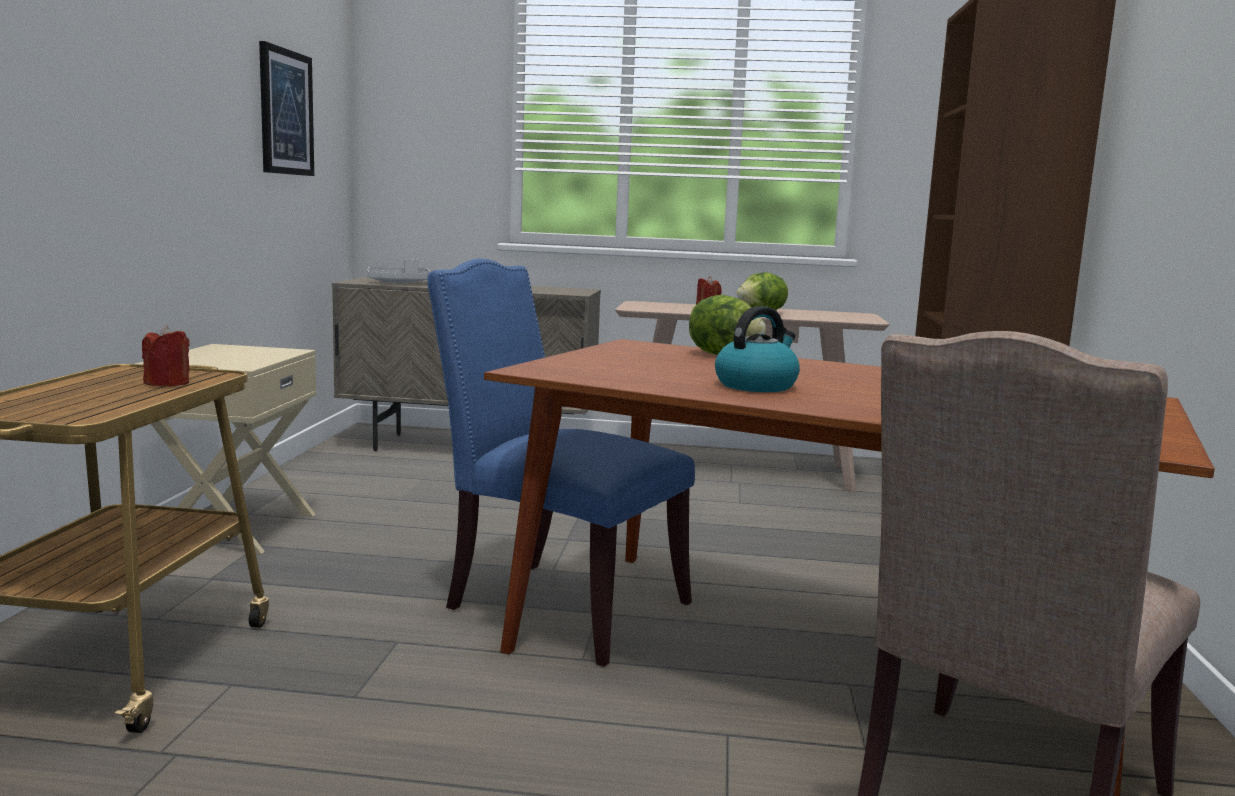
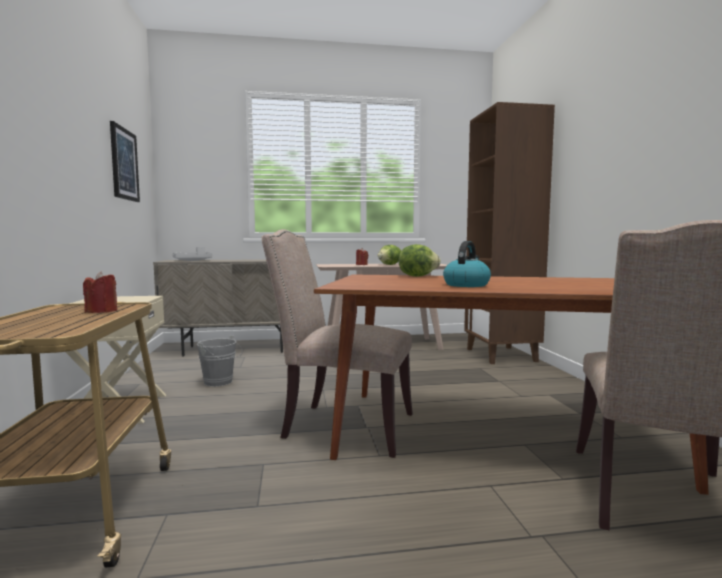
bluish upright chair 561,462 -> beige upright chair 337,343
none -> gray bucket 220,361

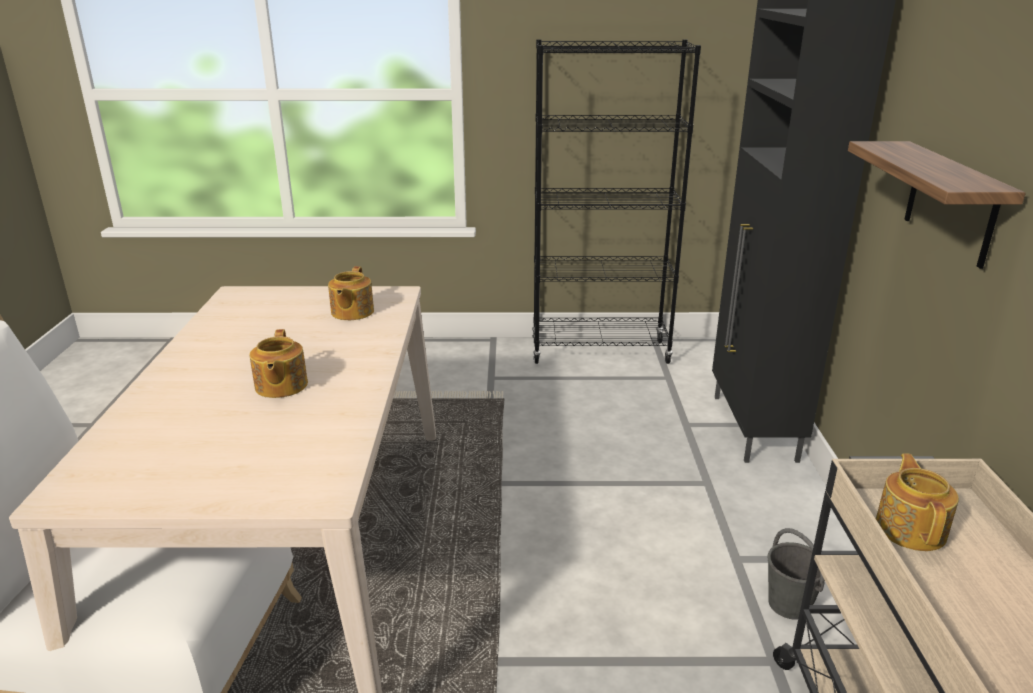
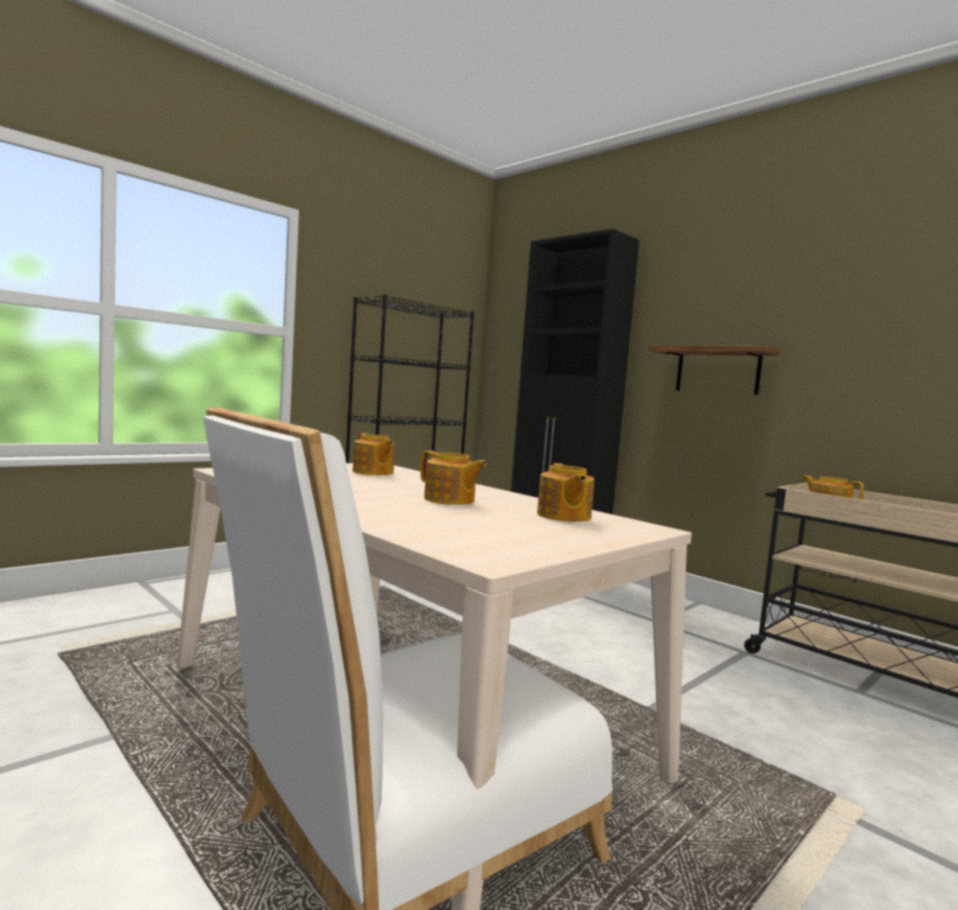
gray bucket 796,574 -> none
none -> tea pot 565,492

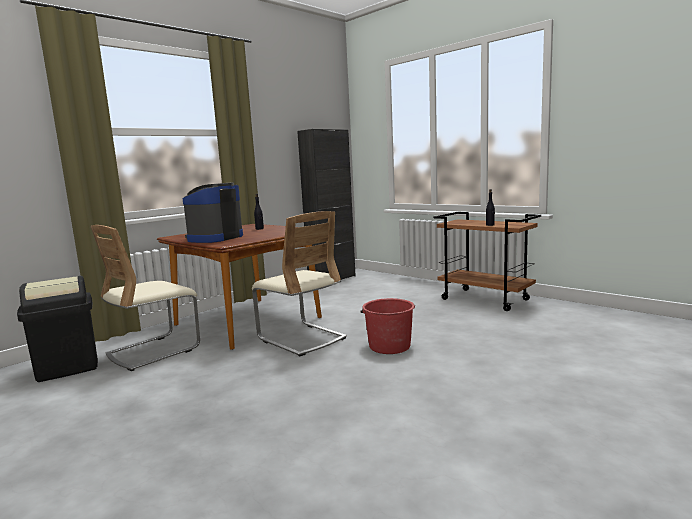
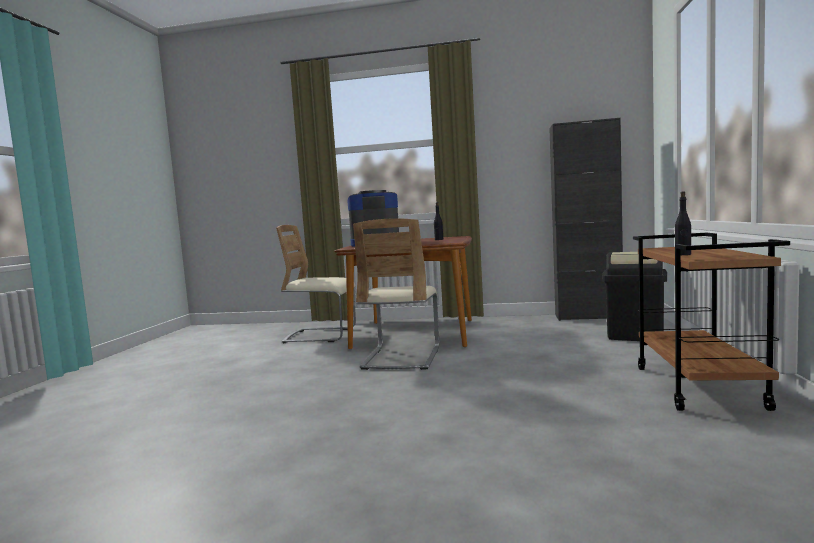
black-coloured trash can 57,329 -> black-coloured trash can 634,296, move
reddish bucket 387,326 -> none

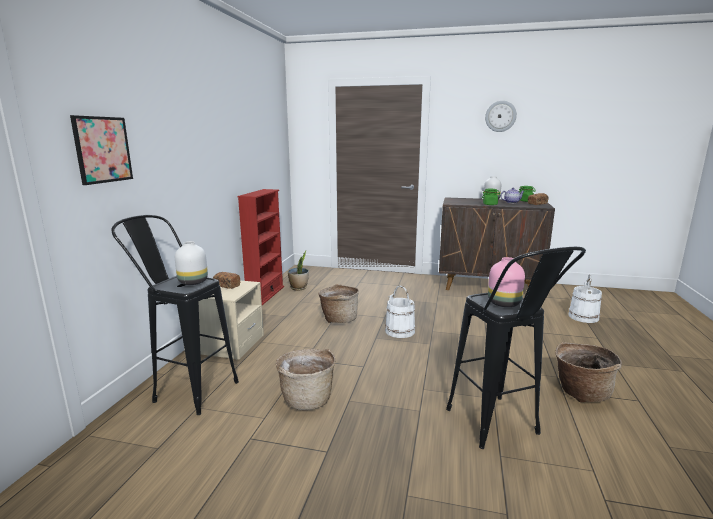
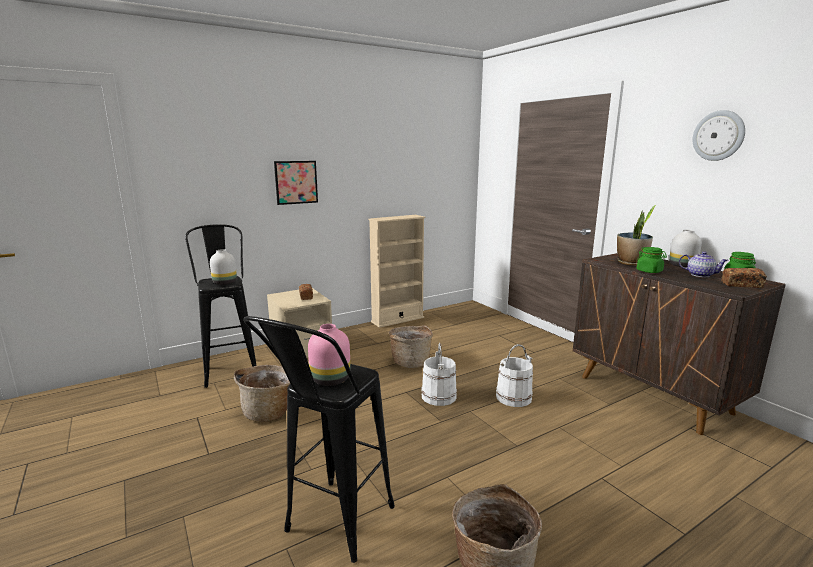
wall art 101,150 -> wall art 296,183, move
reddish bookcase 261,247 -> beige bookcase 397,271
houseplant 298,270 -> houseplant 636,235, move
white bucket 585,298 -> white bucket 514,375, move

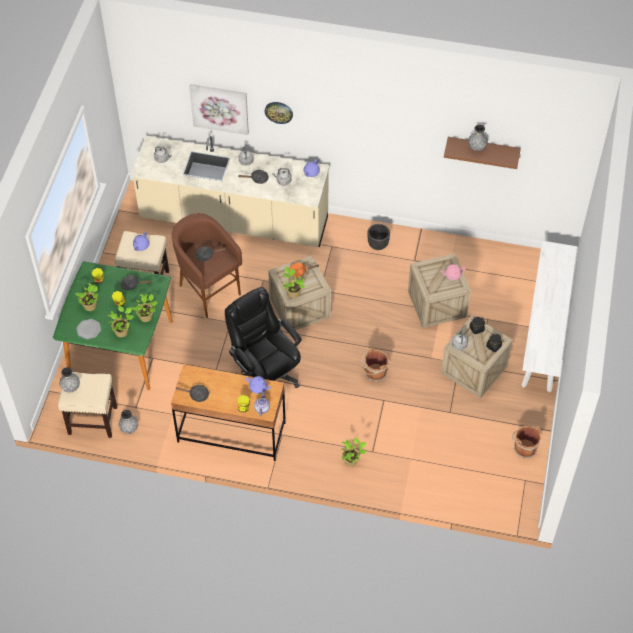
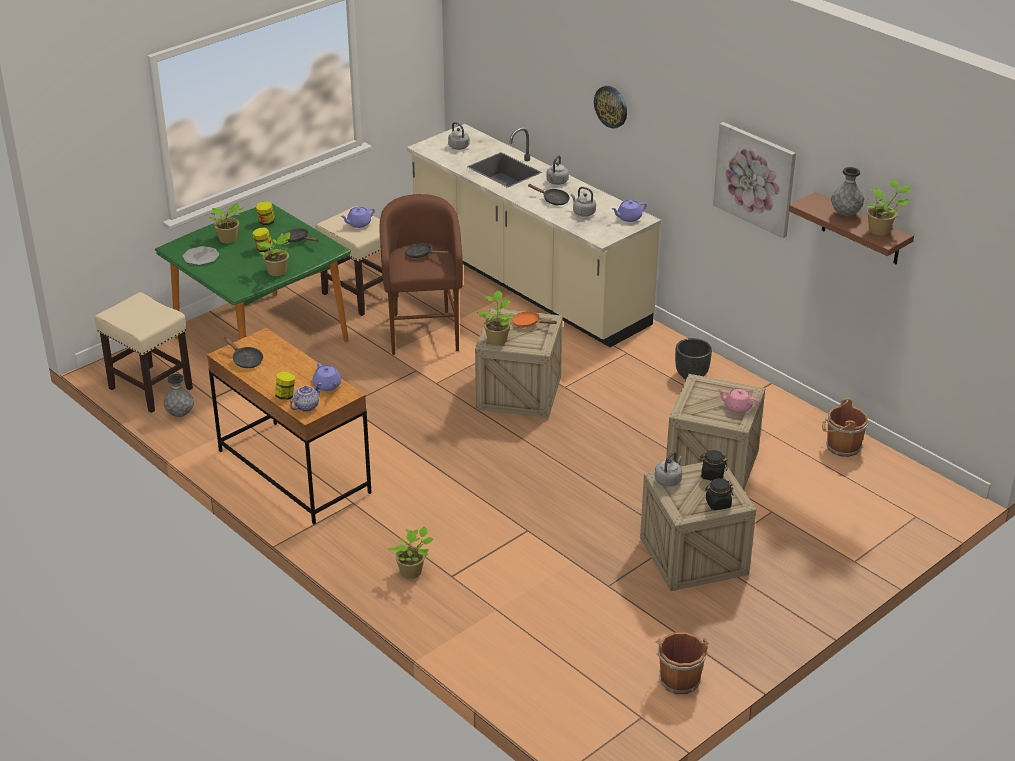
wall art 219,109 -> wall art 754,180, move
white long seat 549,317 -> none
black-coloured computer chair 263,337 -> none
houseplant 120,321 -> houseplant 888,208, move
brown-coloured bucket 376,364 -> brown-coloured bucket 845,427, move
gray decorative vase 69,380 -> none

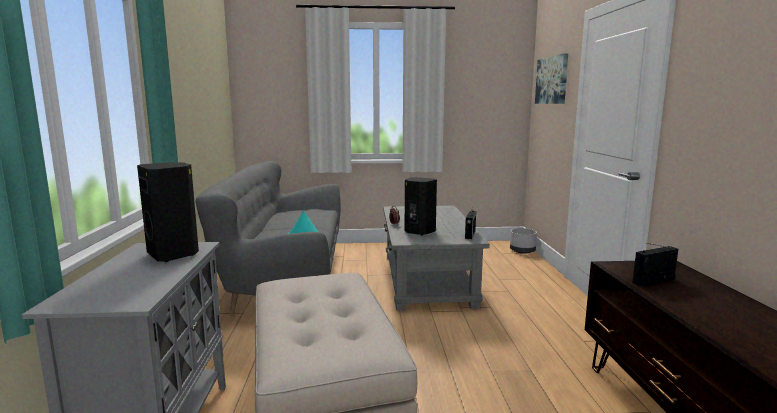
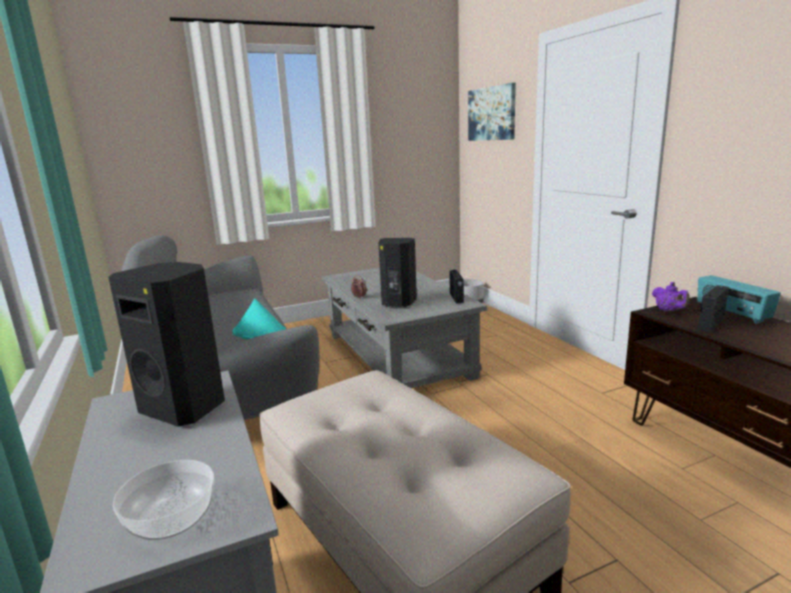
none -> radio 739,299
none -> purple-coloured tea pot 671,297
none -> bowl 163,500

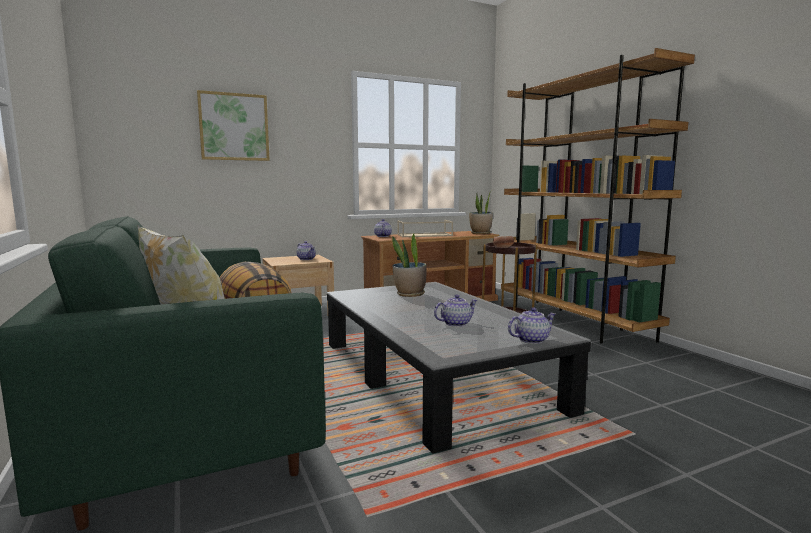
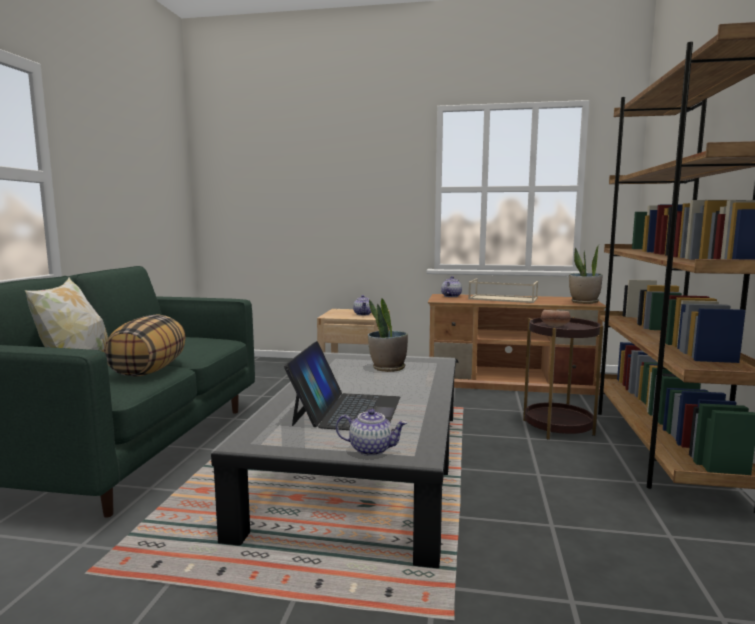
wall art 233,125 -> none
tea pot 456,310 -> notebook computer 342,385

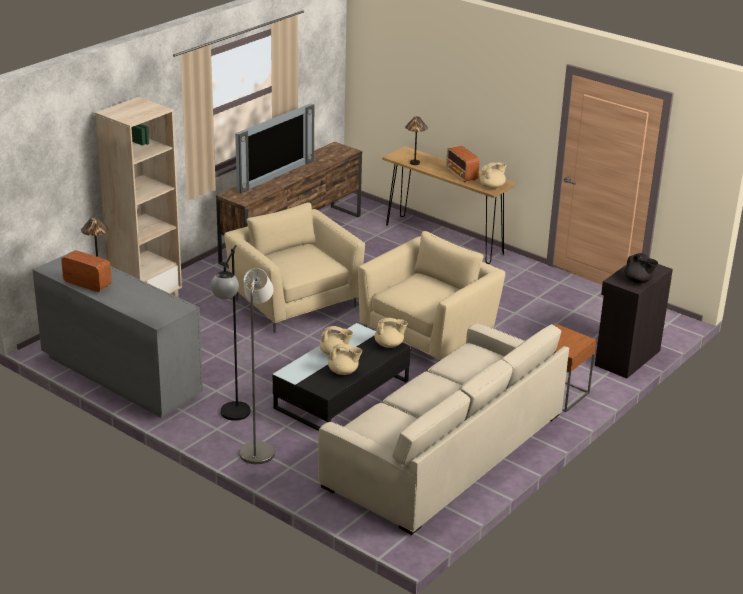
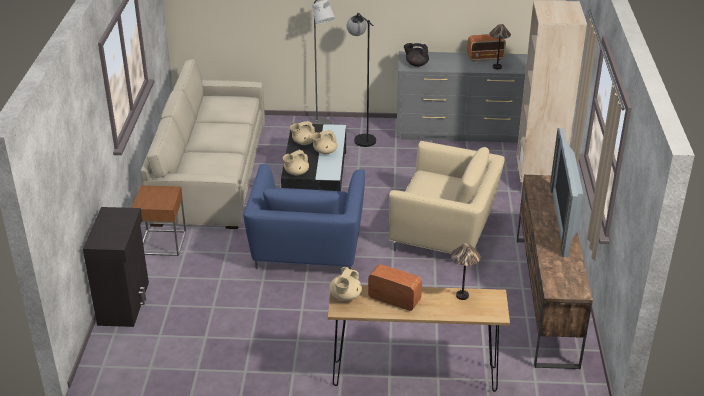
beige easy chair 431,296 -> bluish easy chair 304,219
black-coloured tea pot 641,268 -> black-coloured tea pot 416,55, move

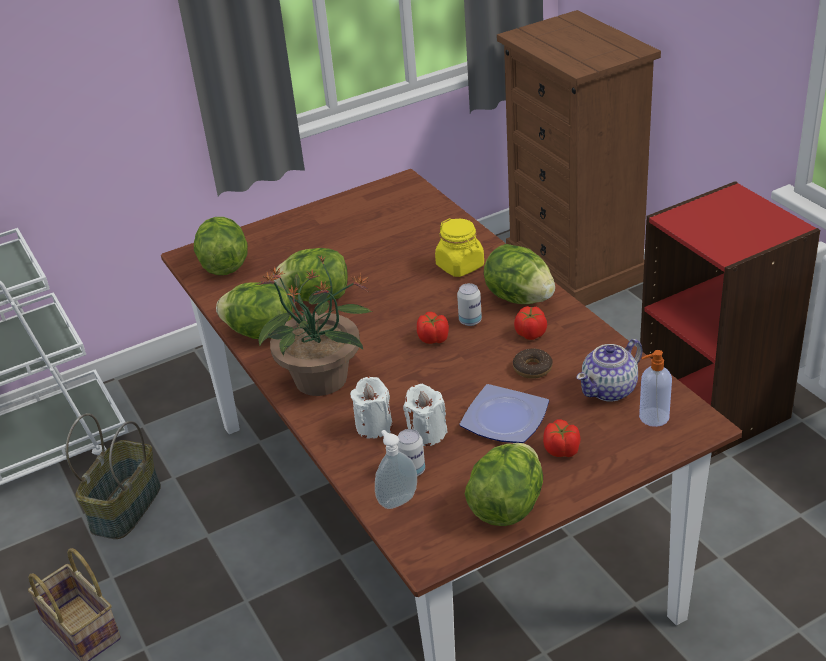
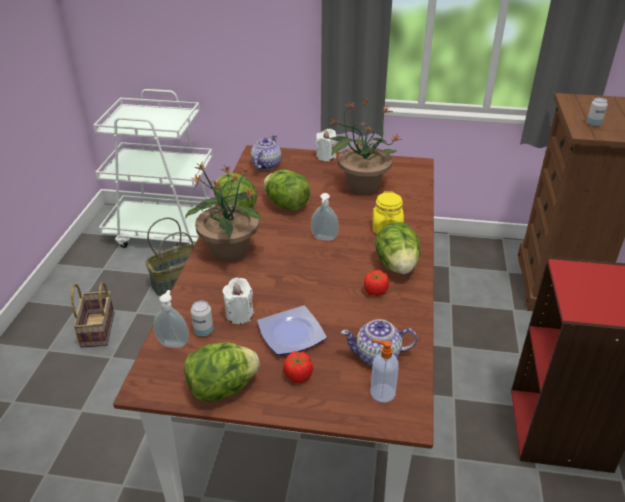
head of lettuce 221,246 -> tea pot 266,152
sealed can 469,304 -> sealed can 597,112, move
tomato 433,328 -> none
doughnut 533,364 -> none
white candle 371,408 -> white candle 326,145, move
none -> houseplant 366,146
none -> soap bottle 325,217

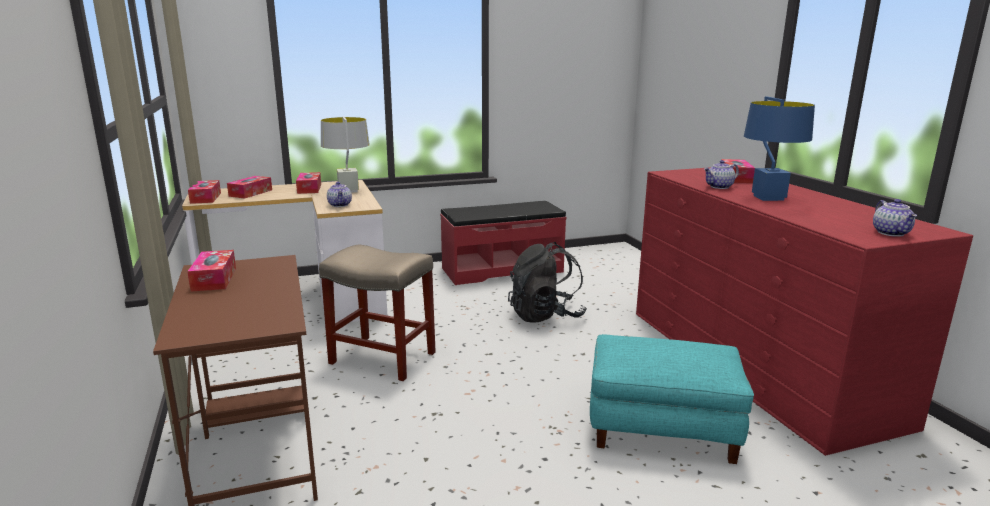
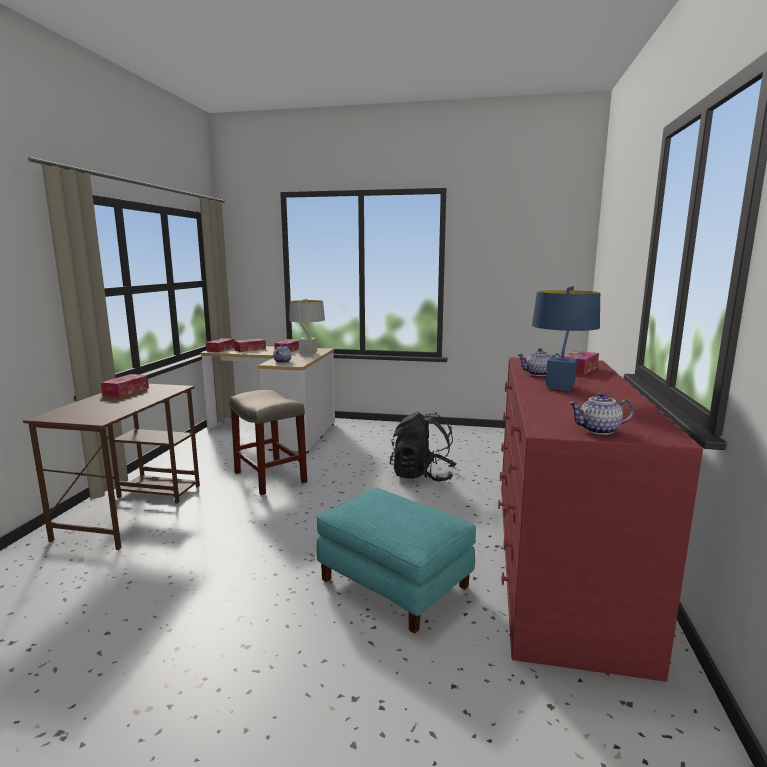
tea pot 895,218 -> tea pot 601,413, 60 degrees clockwise
reddish long seat 503,243 -> none

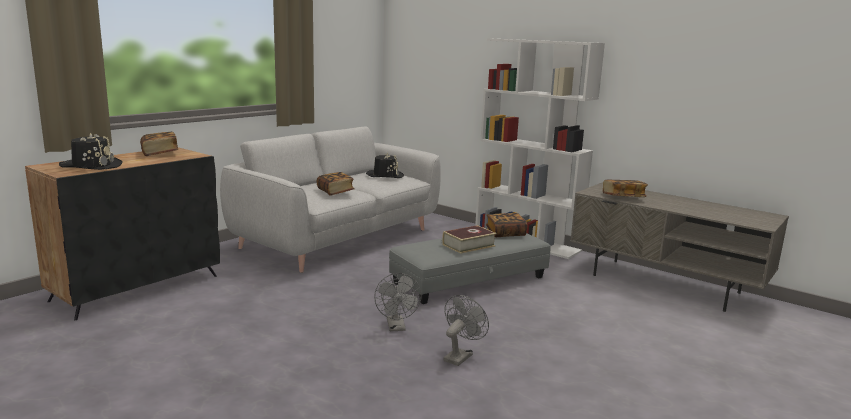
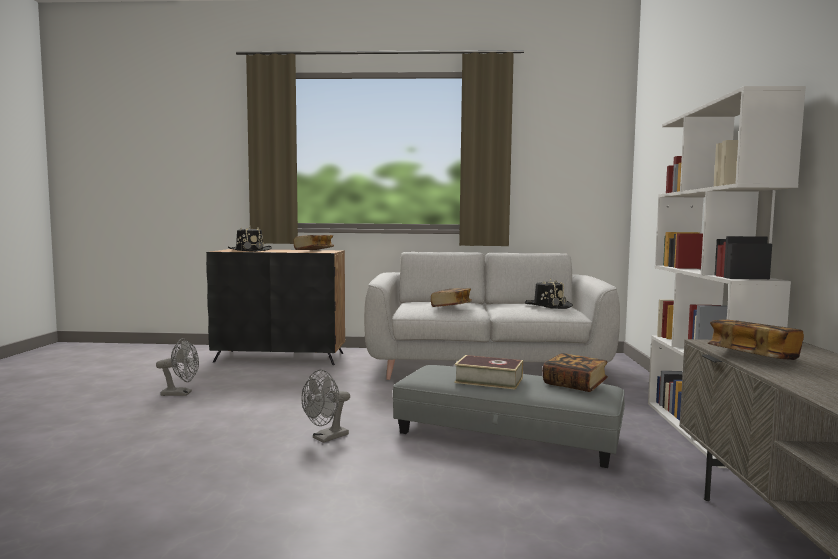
gray cooling fan 466,330 -> gray cooling fan 177,367, move

